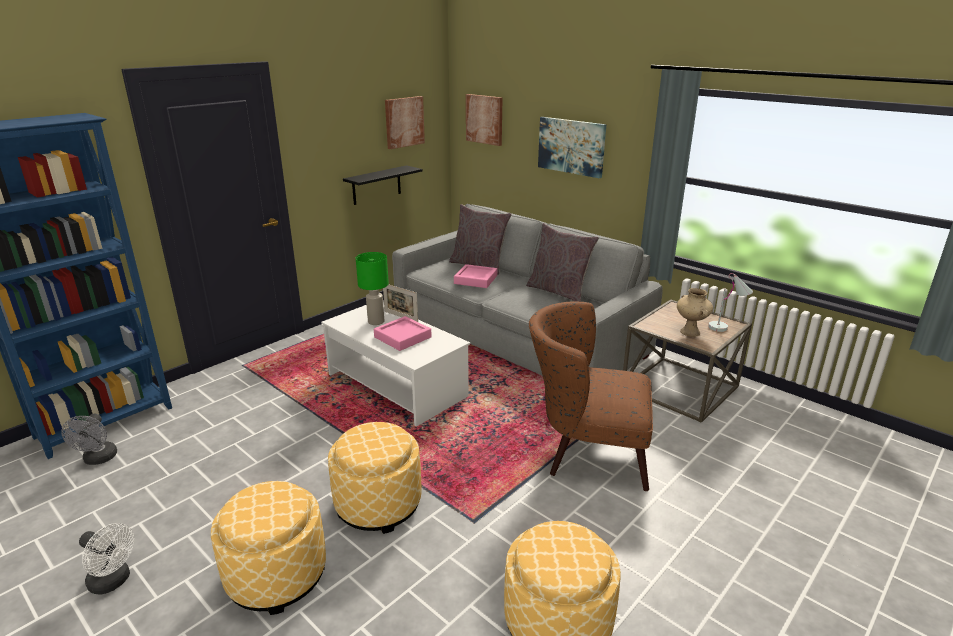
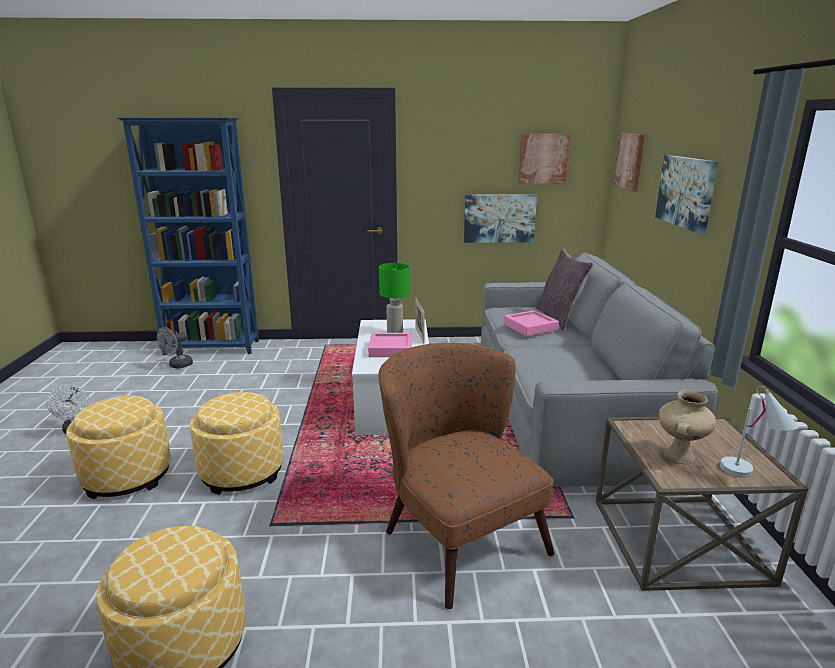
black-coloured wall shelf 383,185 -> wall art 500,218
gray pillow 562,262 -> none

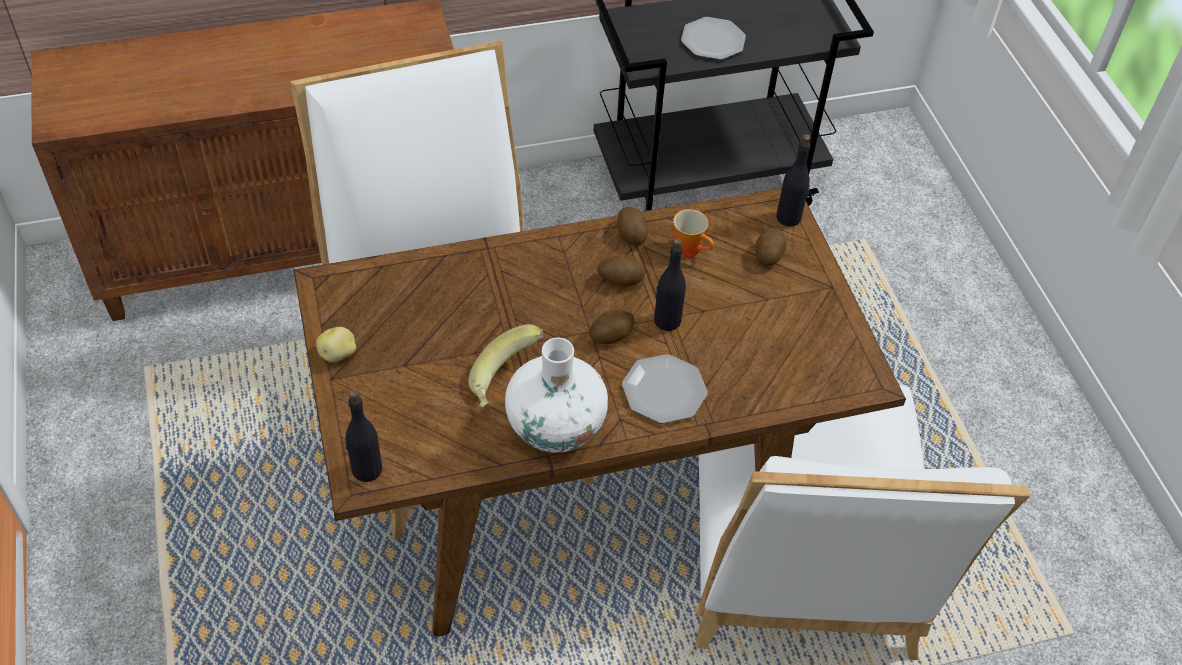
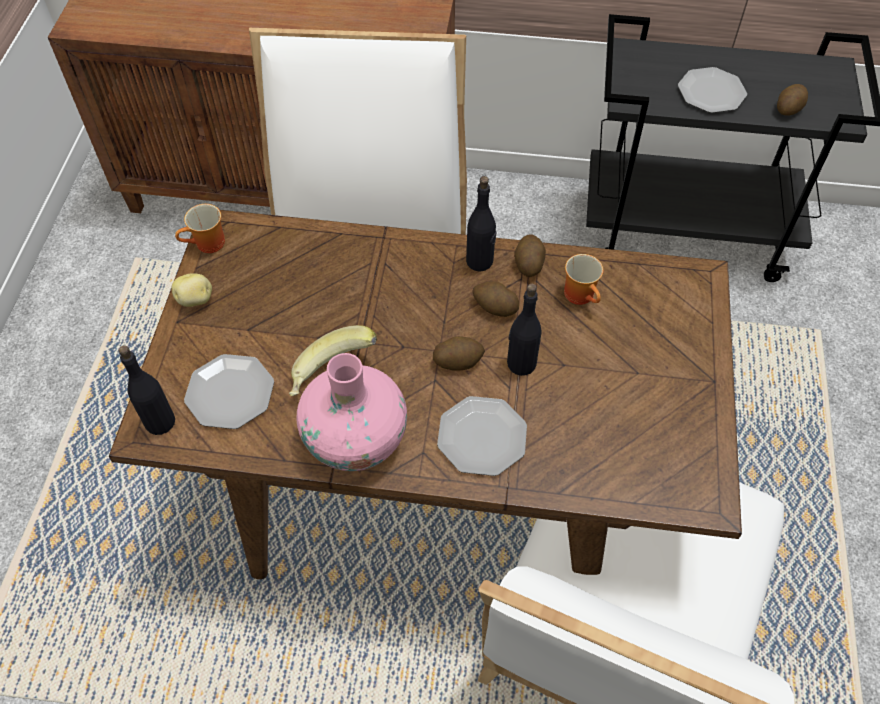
black-coloured beverage bottle 793,180 -> black-coloured beverage bottle 481,224, move
potato 771,246 -> potato 792,99, move
white decorative vase 556,395 -> pinkish decorative vase 351,412
none -> mug 200,228
none -> dinner plate 229,391

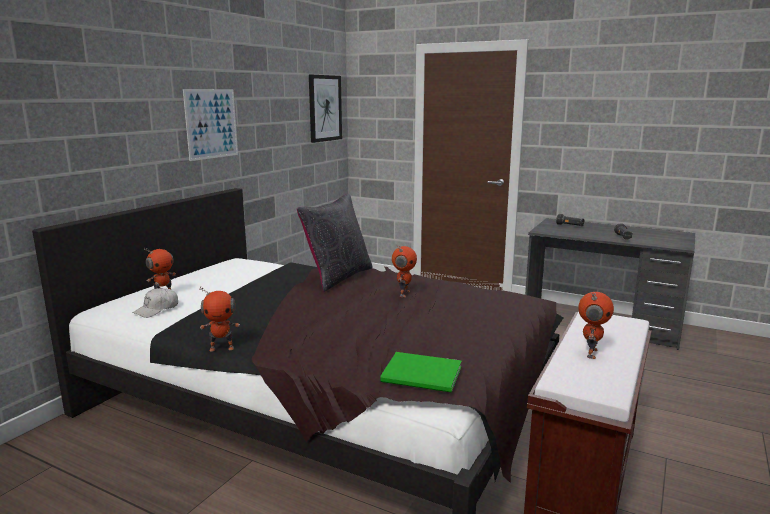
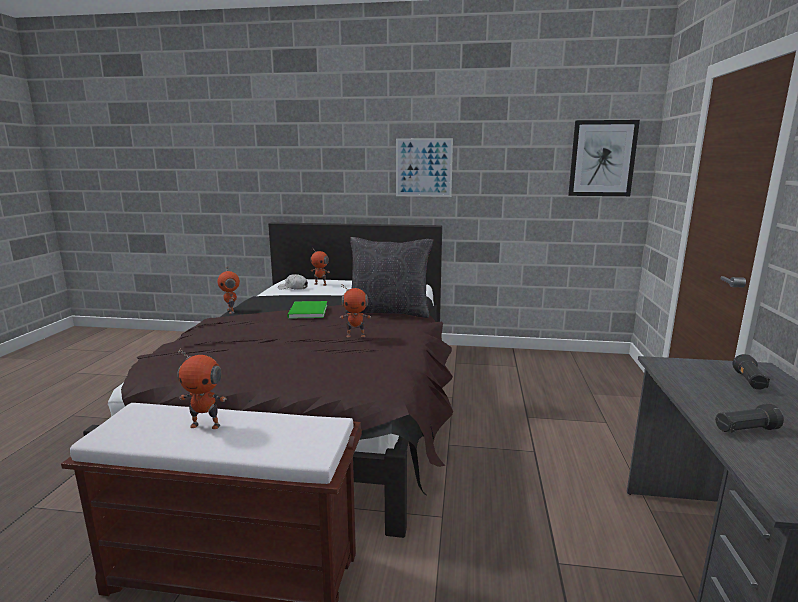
green-coloured bound book 421,372 -> green-coloured bound book 307,310, move

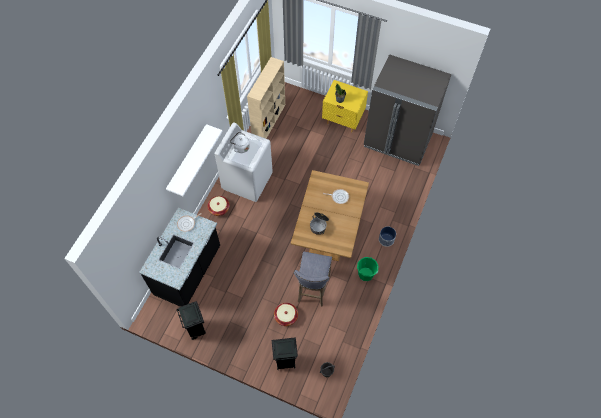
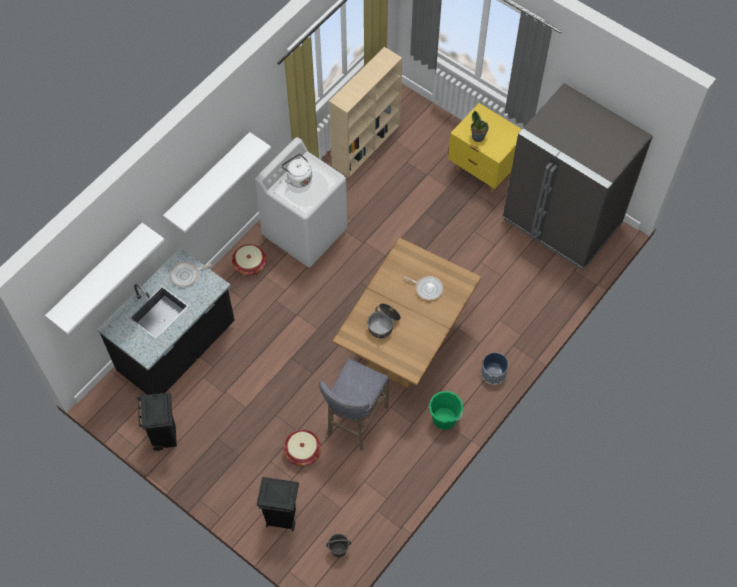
none -> white wall shelf 105,279

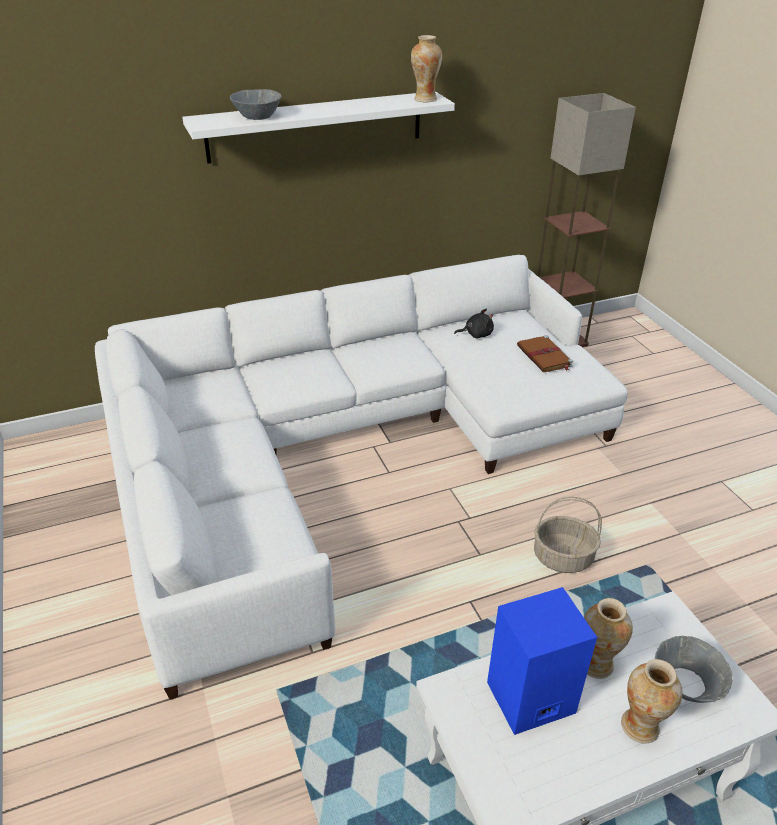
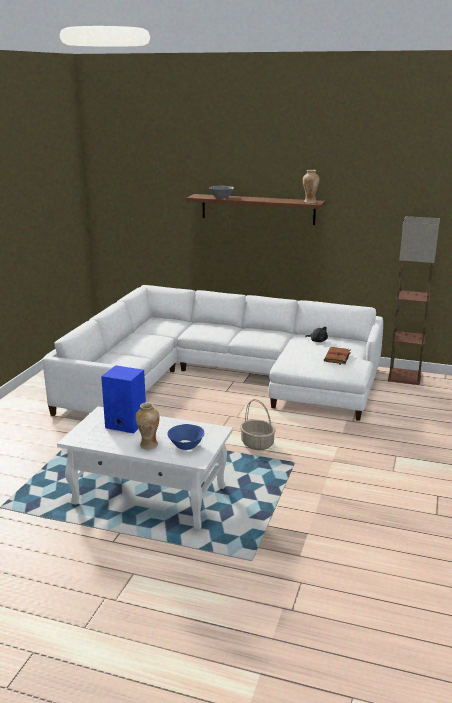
white wall shelf 318,127 -> brown-coloured wall shelf 255,209
decorative vase 608,638 -> none
gray bowl 693,669 -> bluish bowl 186,437

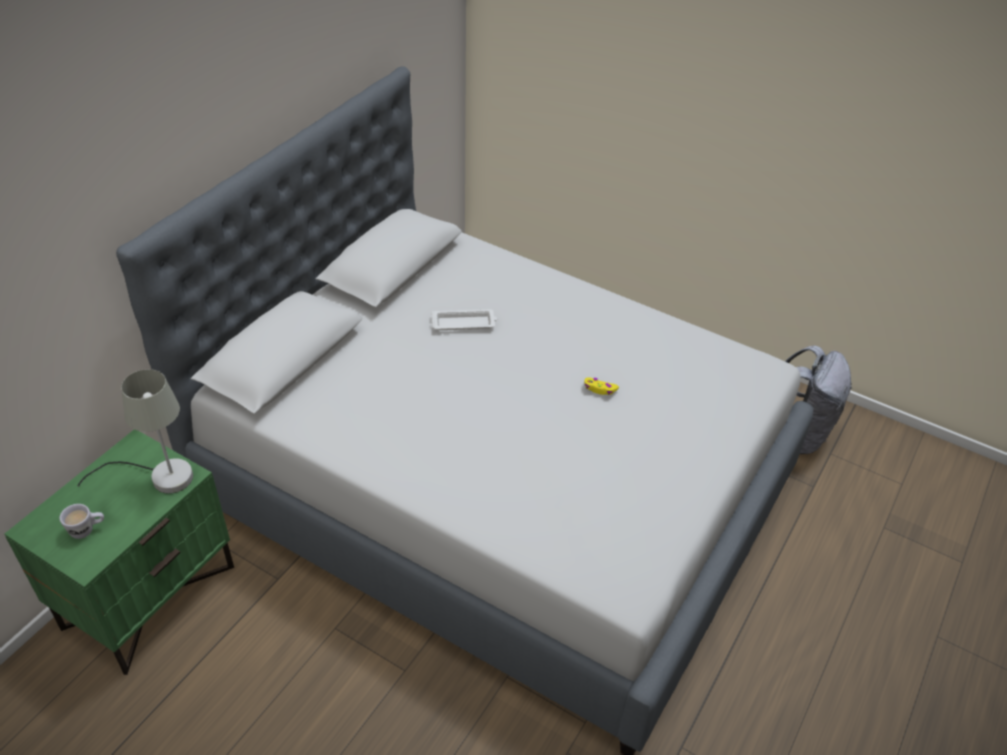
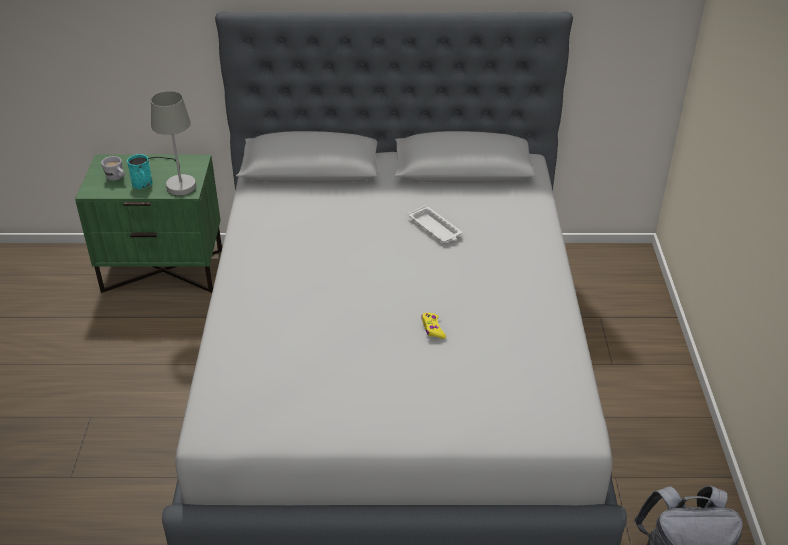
none -> turquoise-coloured mug 139,171

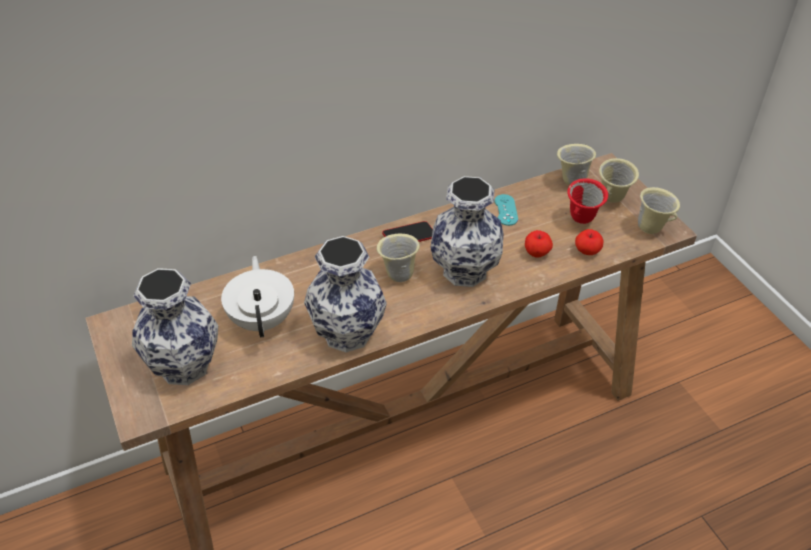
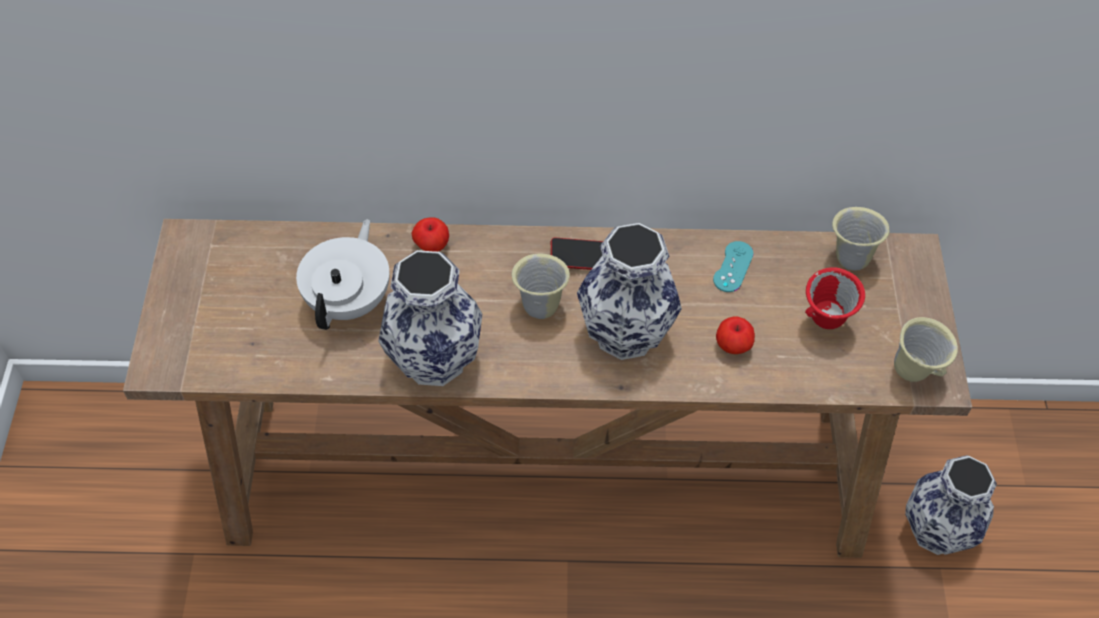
beige mug 619,180 -> none
apple fruit 589,242 -> apple fruit 430,234, move
decorative vase 175,326 -> decorative vase 951,505, move

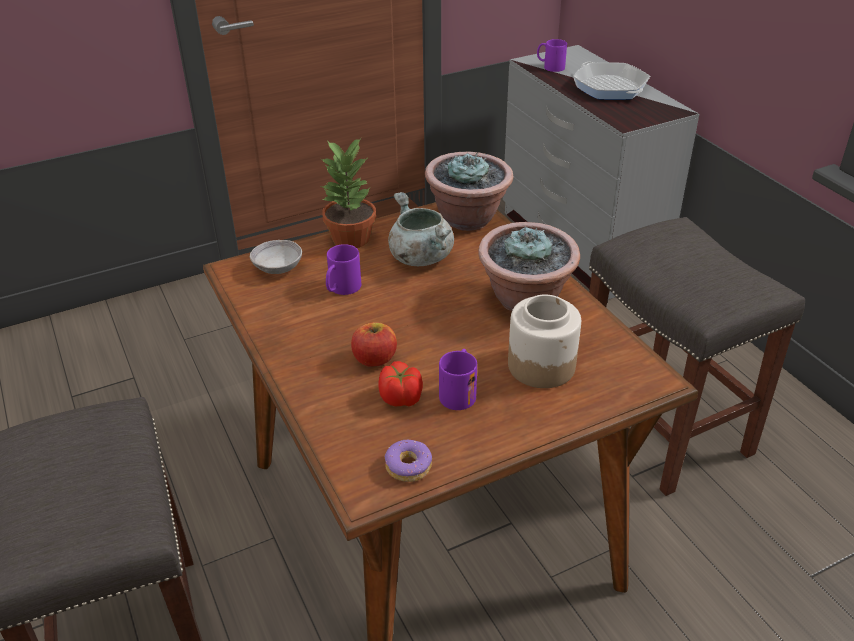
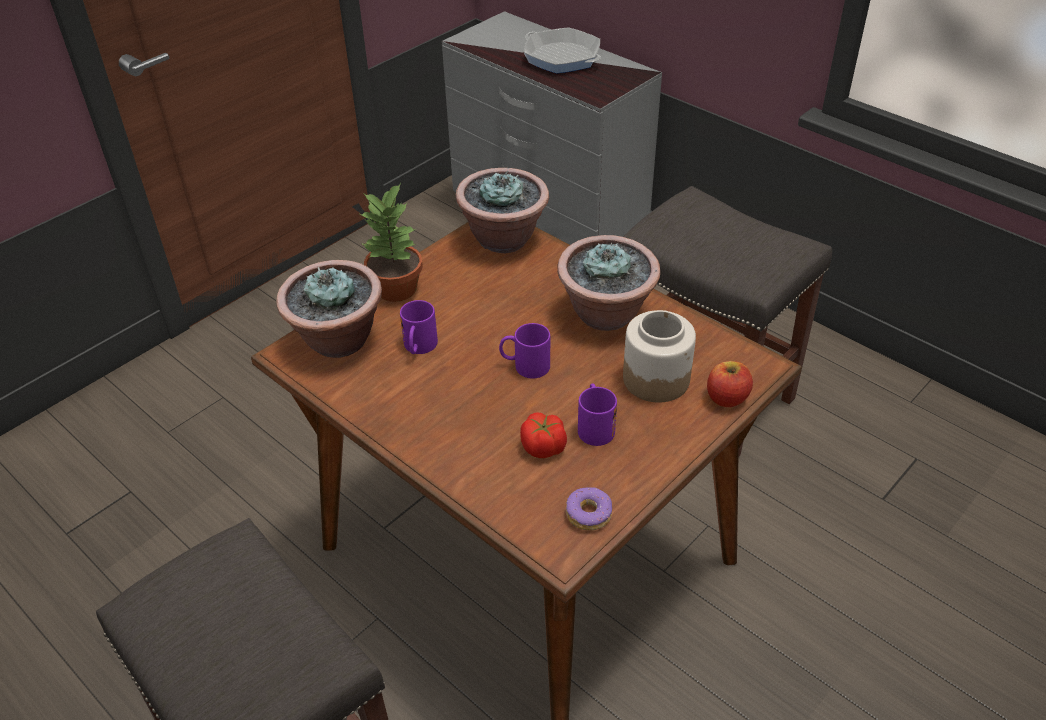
purple-coloured mug 552,55 -> purple-coloured mug 524,351, move
gray cooking pot 421,229 -> none
gray bowl 276,257 -> houseplant 329,309
apple fruit 374,344 -> apple fruit 730,384, move

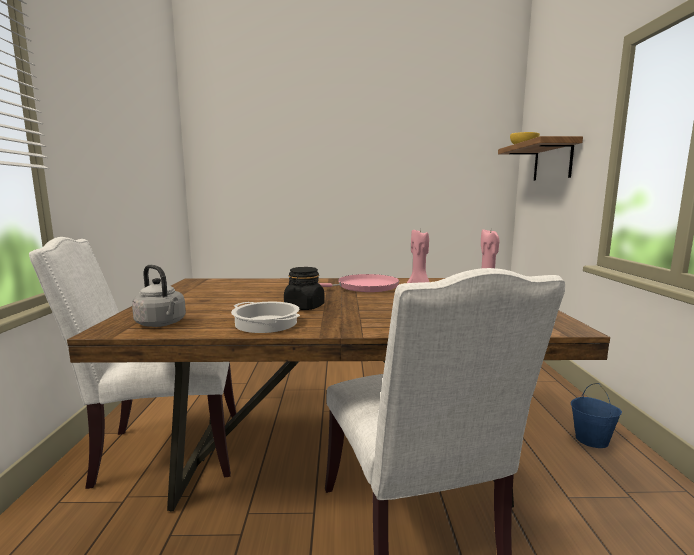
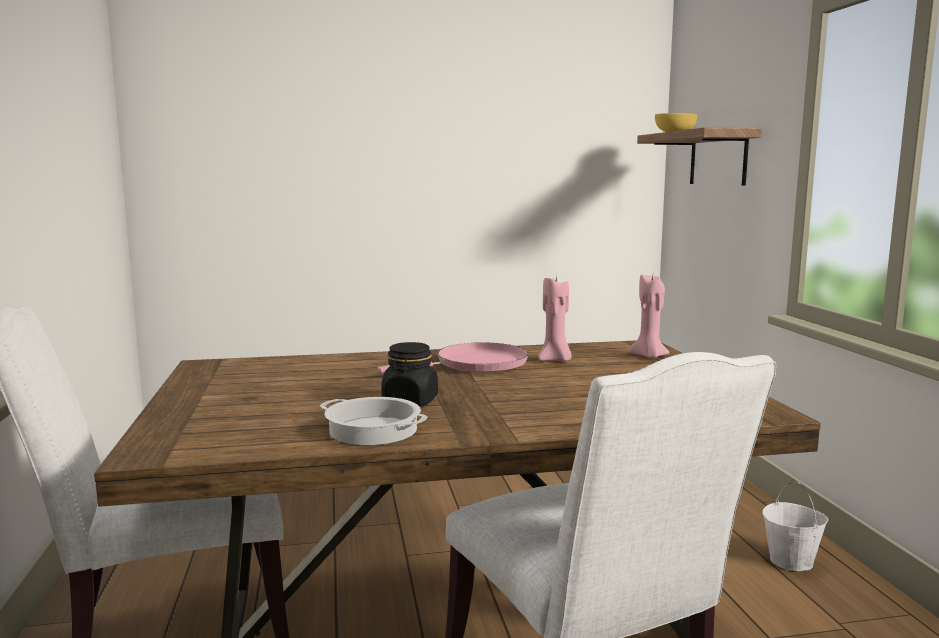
gray water kettle 159,296 -> none
bluish bucket 596,415 -> white bucket 795,526

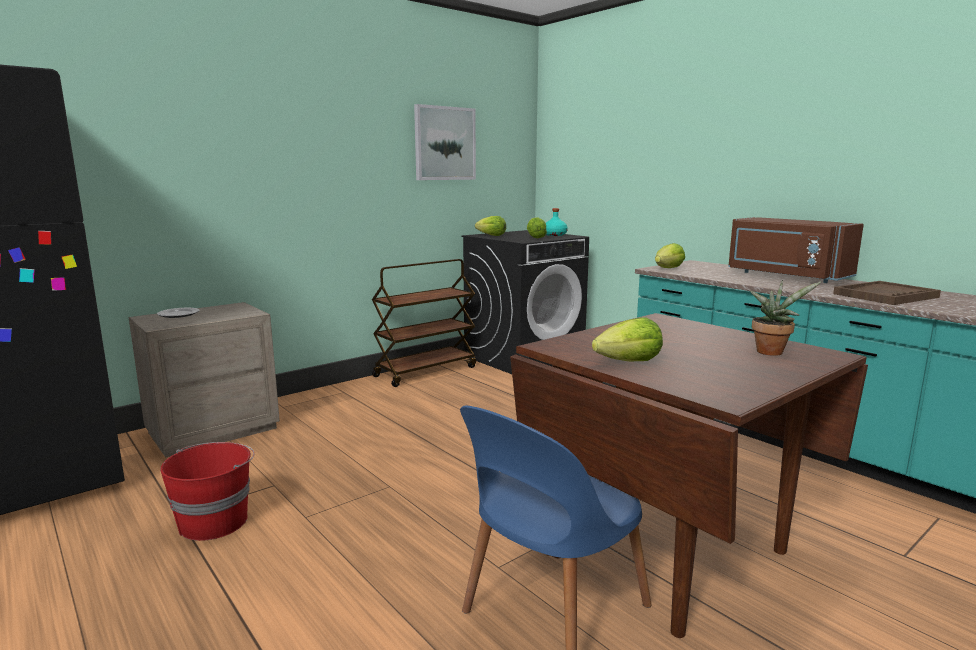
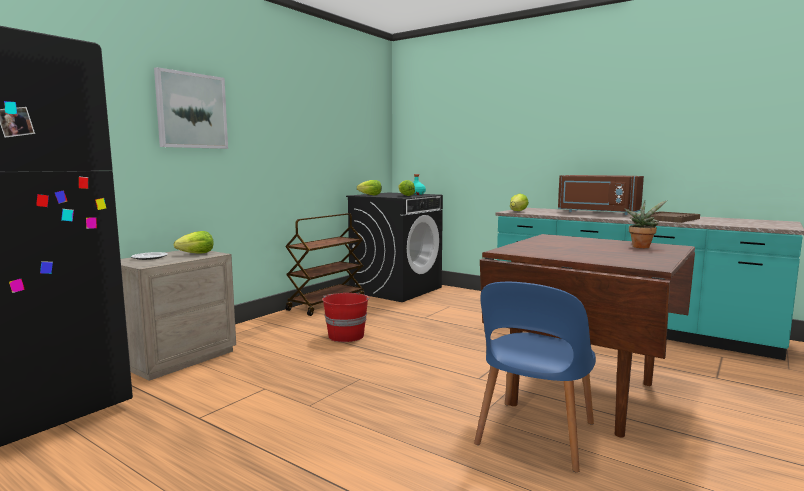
wall art 445,142 -> wall art 191,108, move
head of lettuce 627,339 -> head of lettuce 194,242, move
reddish bucket 207,491 -> reddish bucket 346,317, move

